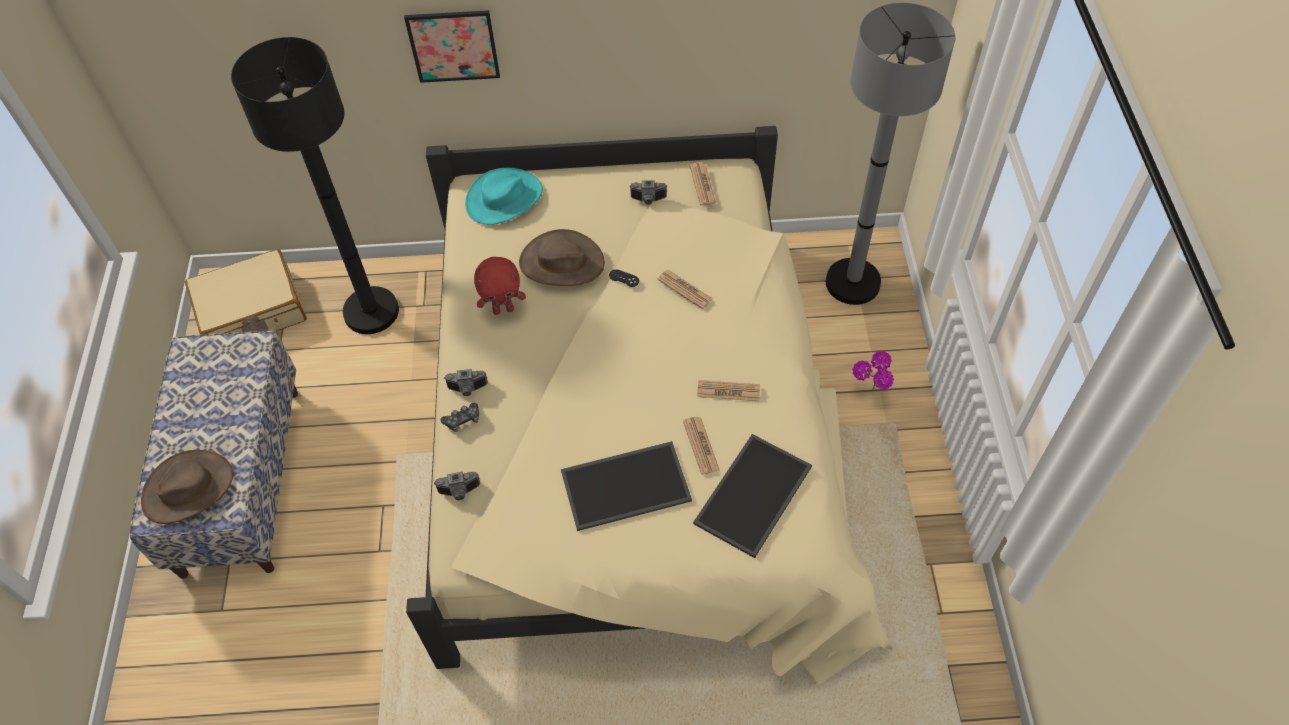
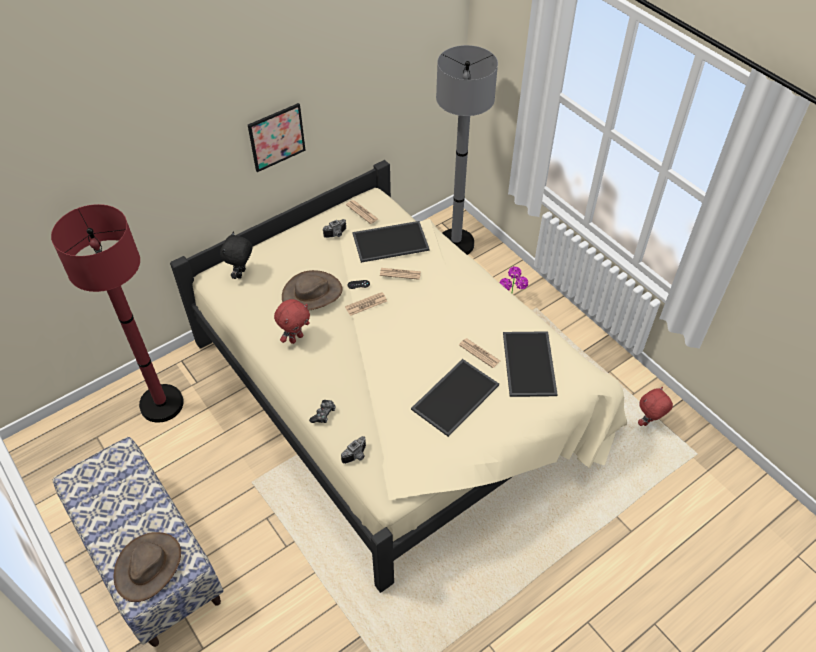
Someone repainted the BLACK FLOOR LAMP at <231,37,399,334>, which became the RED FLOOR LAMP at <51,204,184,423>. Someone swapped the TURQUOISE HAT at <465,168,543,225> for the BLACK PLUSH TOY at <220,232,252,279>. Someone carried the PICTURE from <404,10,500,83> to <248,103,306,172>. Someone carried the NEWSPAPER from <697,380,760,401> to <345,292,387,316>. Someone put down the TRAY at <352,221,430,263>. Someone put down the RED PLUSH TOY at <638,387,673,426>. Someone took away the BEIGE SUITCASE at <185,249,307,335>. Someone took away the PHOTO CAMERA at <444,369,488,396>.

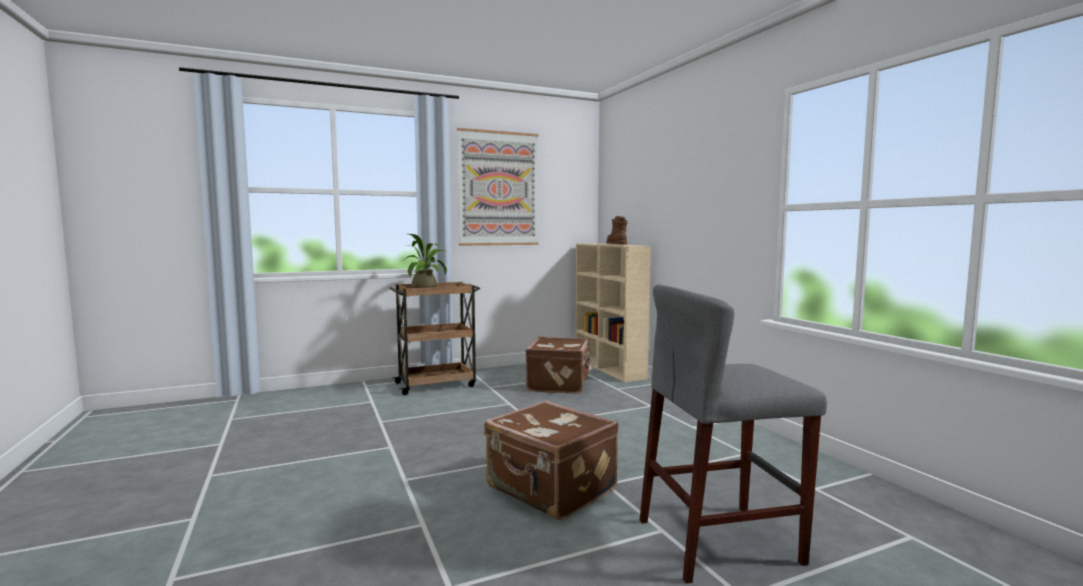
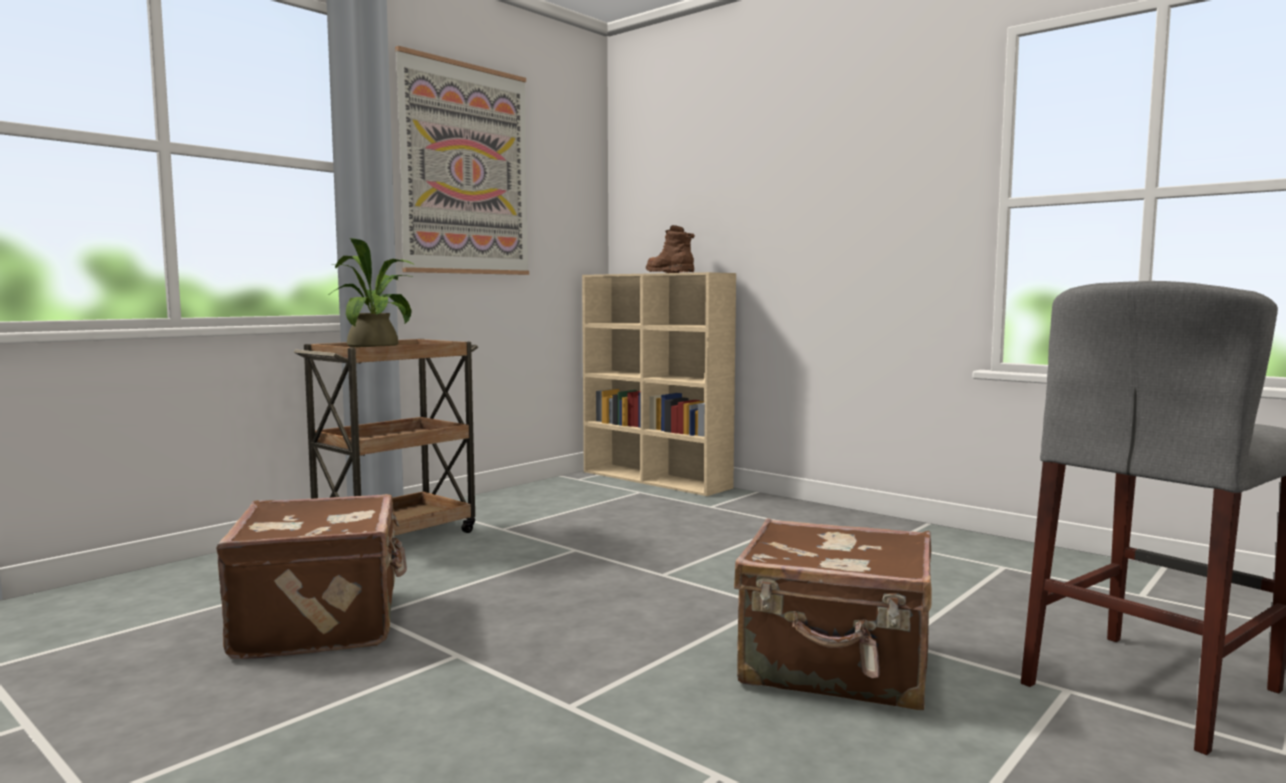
Someone carried the BROWN SUITCASE from <526,336,593,394> to <216,494,407,659>.

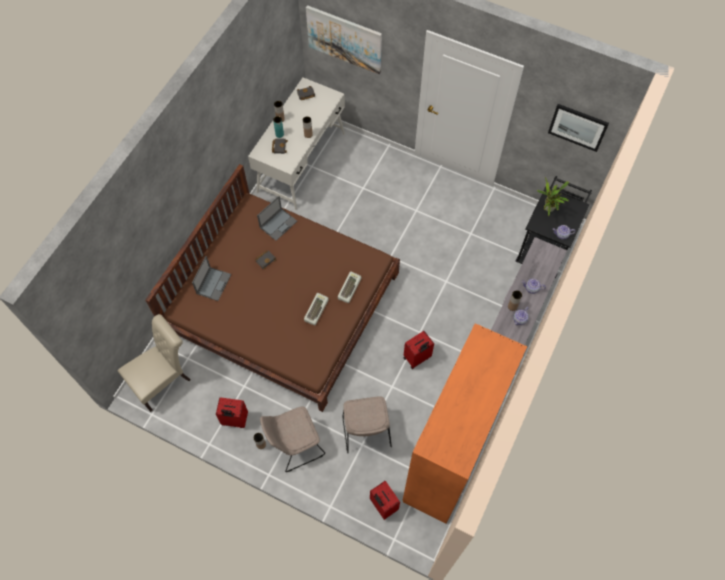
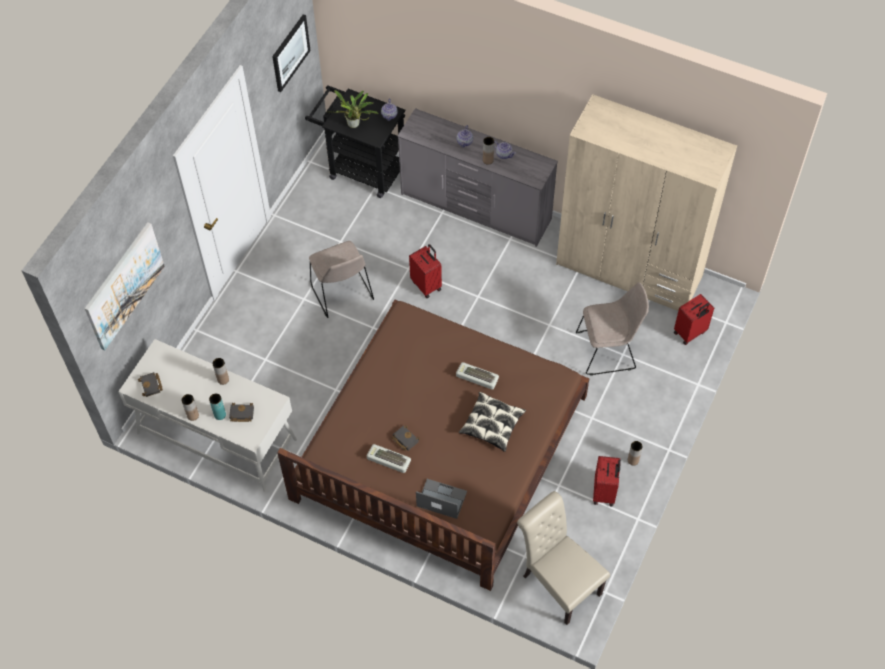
Someone carried the BEIGE CHAIR from <260,406,325,472> to <309,241,374,318>. Someone carried the KEYBOARD from <338,271,361,303> to <367,444,411,473>. Someone carried the RED SUITCASE from <403,331,434,369> to <409,244,442,298>. Someone put down the PILLOW at <459,392,526,452>. Someone repainted the ORANGE WARDROBE at <403,324,527,524>, which became the BEIGE WARDROBE at <556,94,738,311>. Someone took away the LAPTOP at <257,196,297,241>.

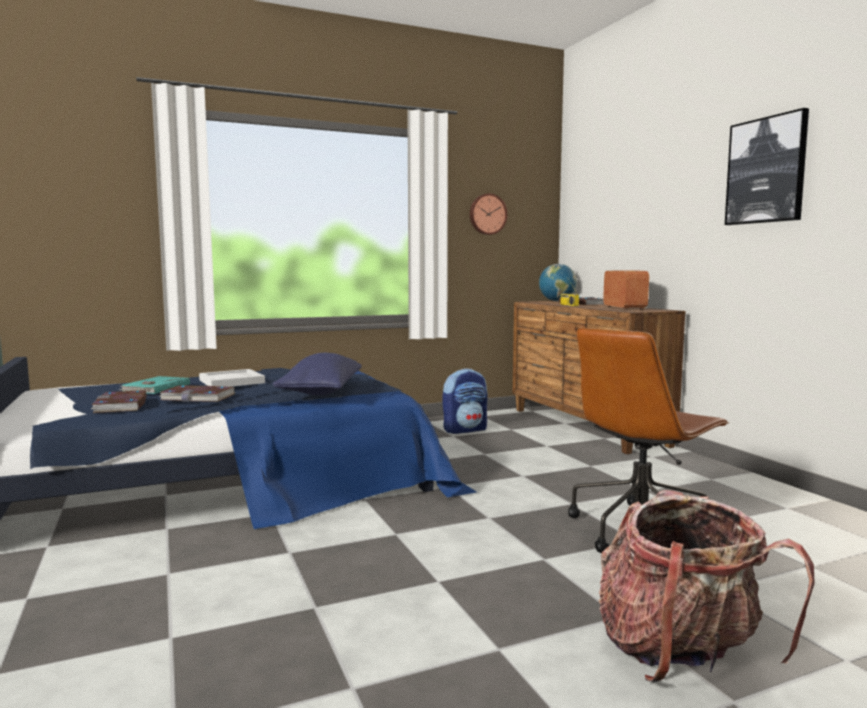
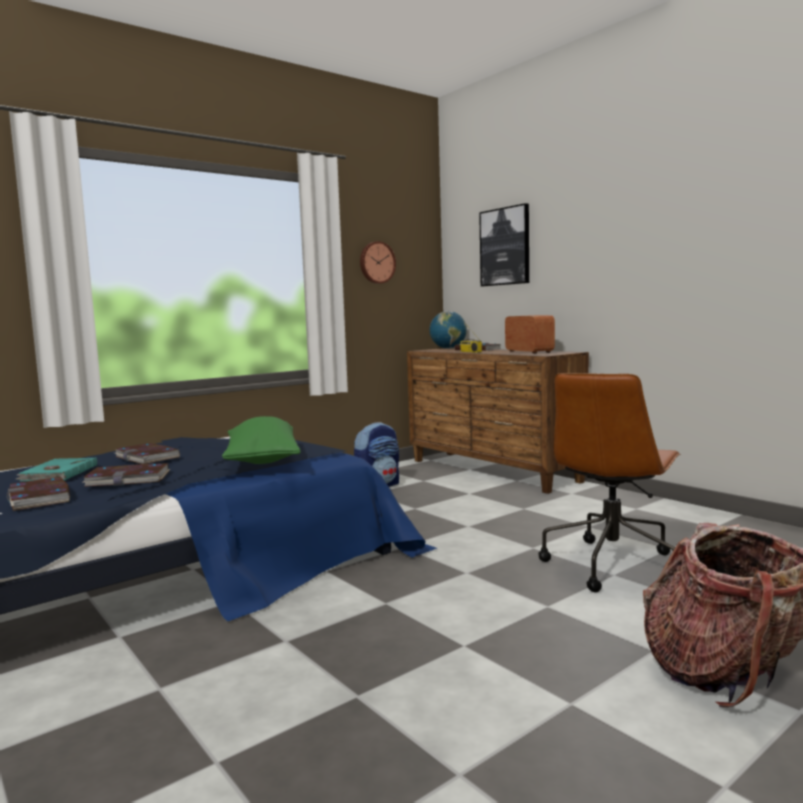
Someone swapped the WHITE TRAY at <199,369,265,387> for the BOOK at <115,443,180,464>. Someone repainted the BLUE PILLOW at <273,353,362,395>, which became the GREEN PILLOW at <222,416,300,464>. Someone carried the PICTURE from <725,108,809,225> to <479,203,529,286>.

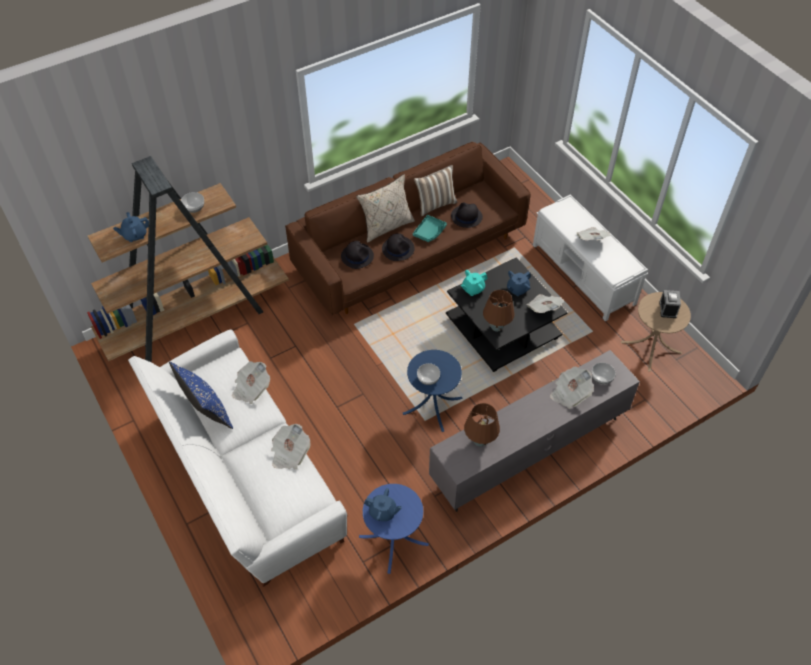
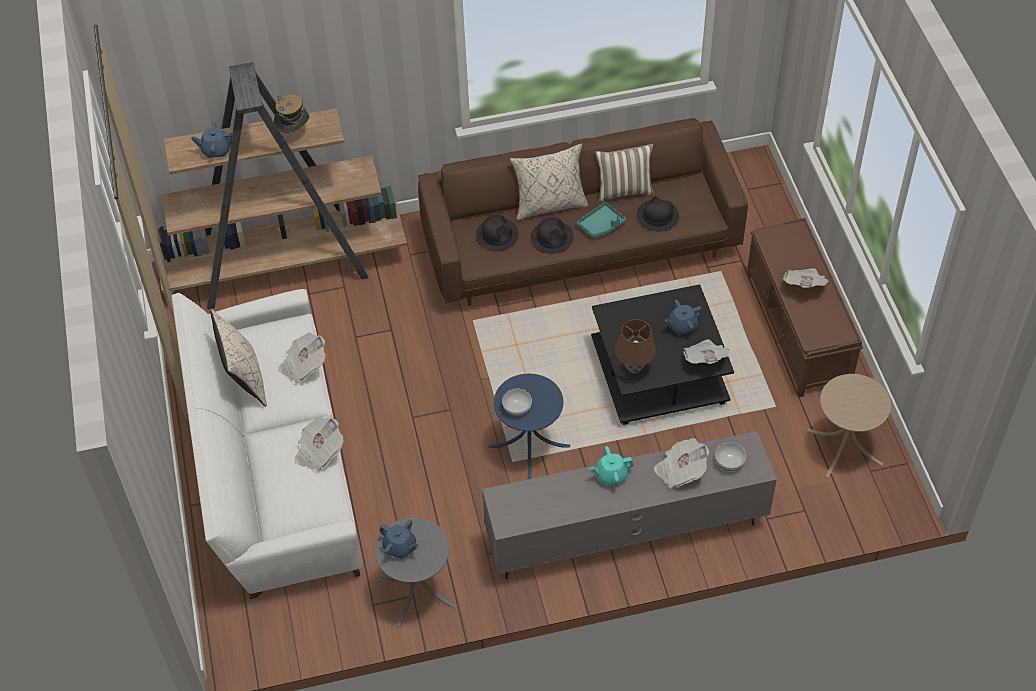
Someone repainted the BLUE PILLOW at <169,362,233,429>, which became the BEIGE PILLOW at <210,309,267,407>. Someone swapped the BOWL at <181,192,204,213> for the HAT at <274,94,310,133>. Someone repainted the BLUE SIDE TABLE at <359,484,429,574>, which became the GREY SIDE TABLE at <375,517,457,627>. Someone carried the TURQUOISE TEAPOT from <461,270,487,296> to <589,446,634,485>. Someone repainted the WHITE BENCH at <533,194,648,321>, which became the BROWN BENCH at <747,218,863,398>. Someone took away the BROWN TABLE LAMP at <464,403,500,447>. Someone took away the ALARM CLOCK at <659,290,681,318>.

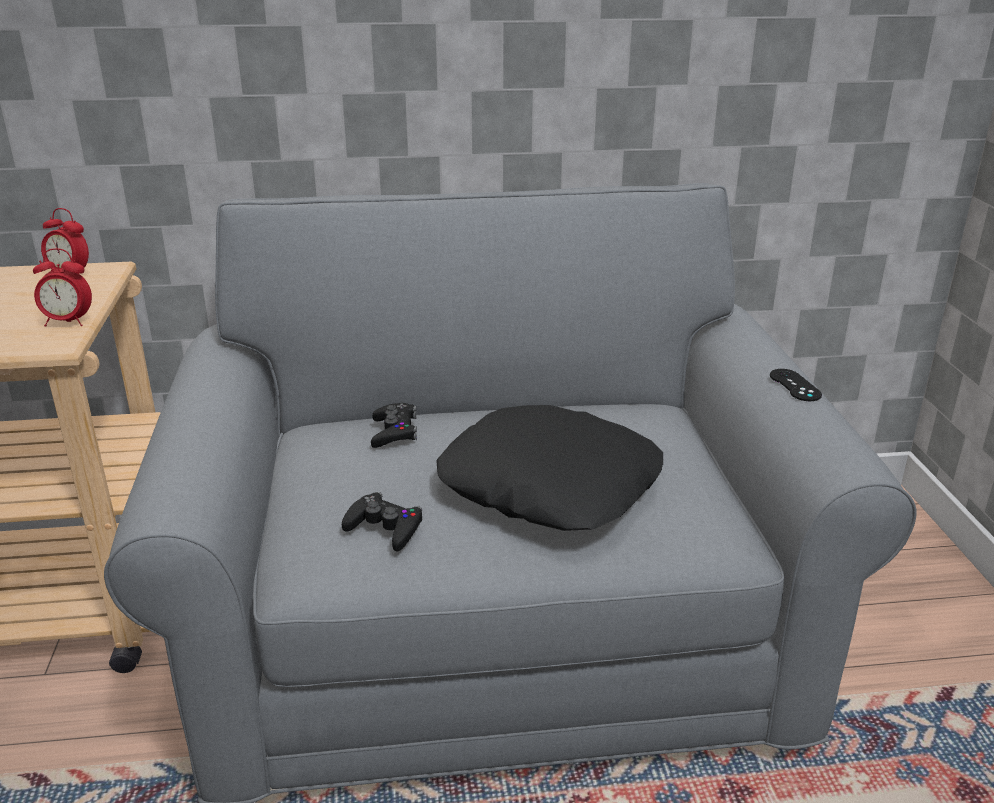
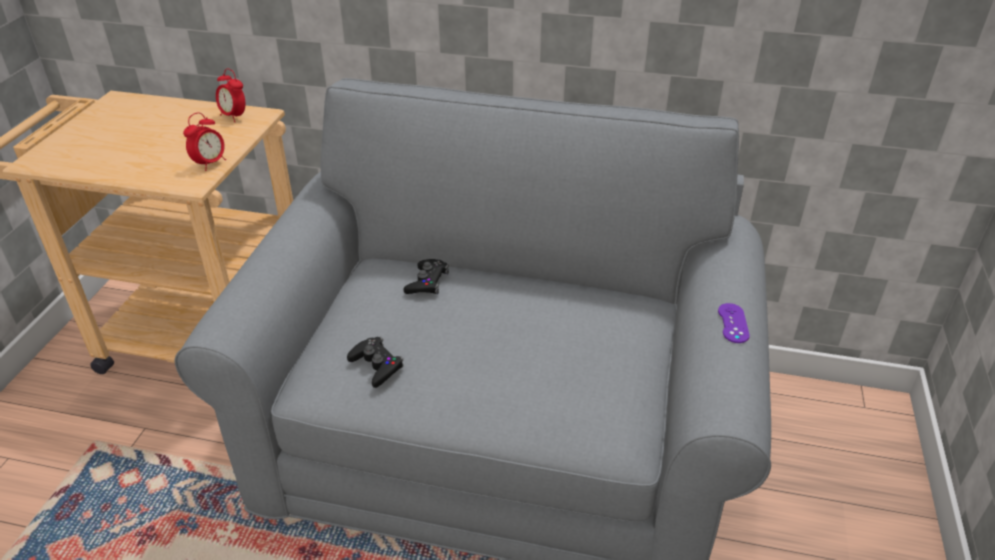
Someone rotated the ALARM CLOCK at <33,248,92,327> by 75 degrees counterclockwise. Someone repainted the BLACK GAME CONTROLLER at <770,369,822,401>, which became the PURPLE GAME CONTROLLER at <718,303,750,343>. Someone took away the BLACK PILLOW at <436,405,663,531>.

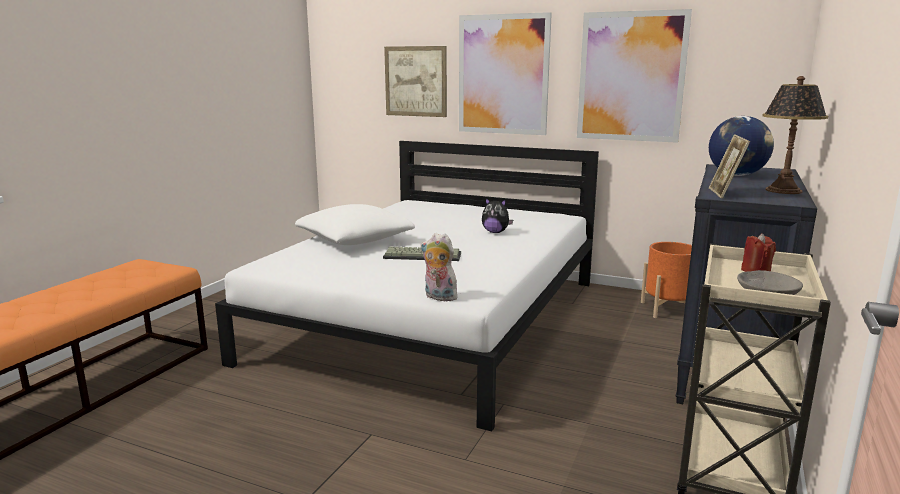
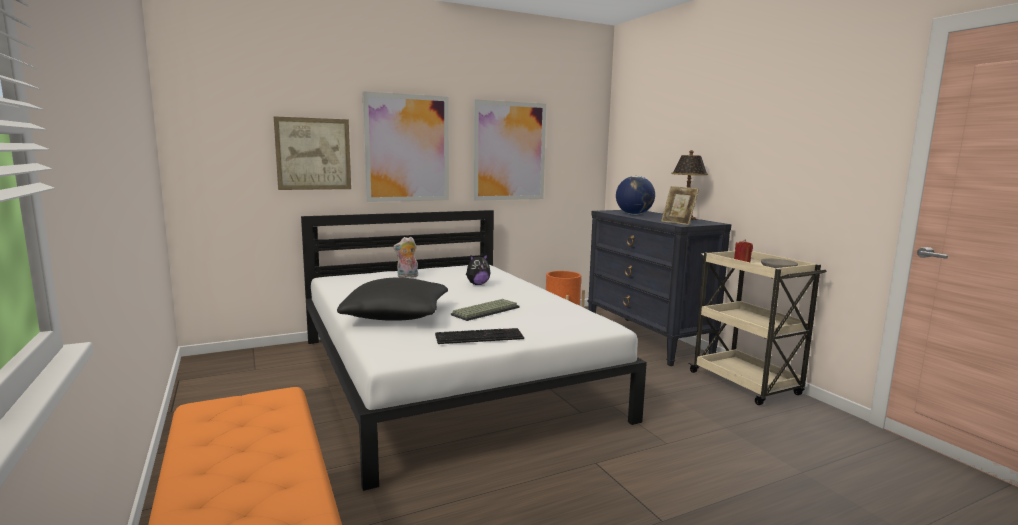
Someone repainted the WHITE PILLOW at <295,204,415,245>, which became the BLACK PILLOW at <337,277,448,321>. Someone carried the PLUSH TOY from <421,233,458,301> to <393,237,418,278>. Someone put down the KEYBOARD at <435,328,524,344>.

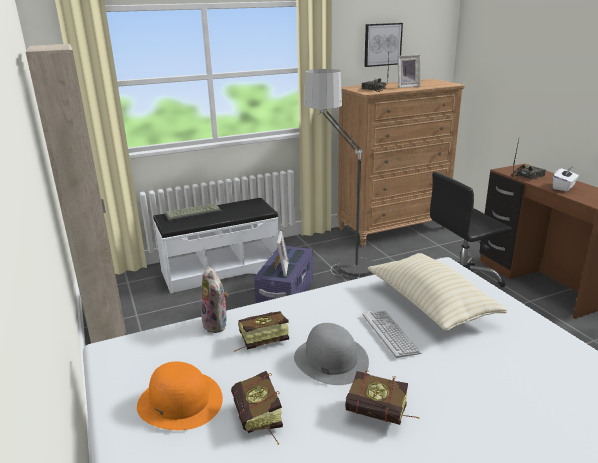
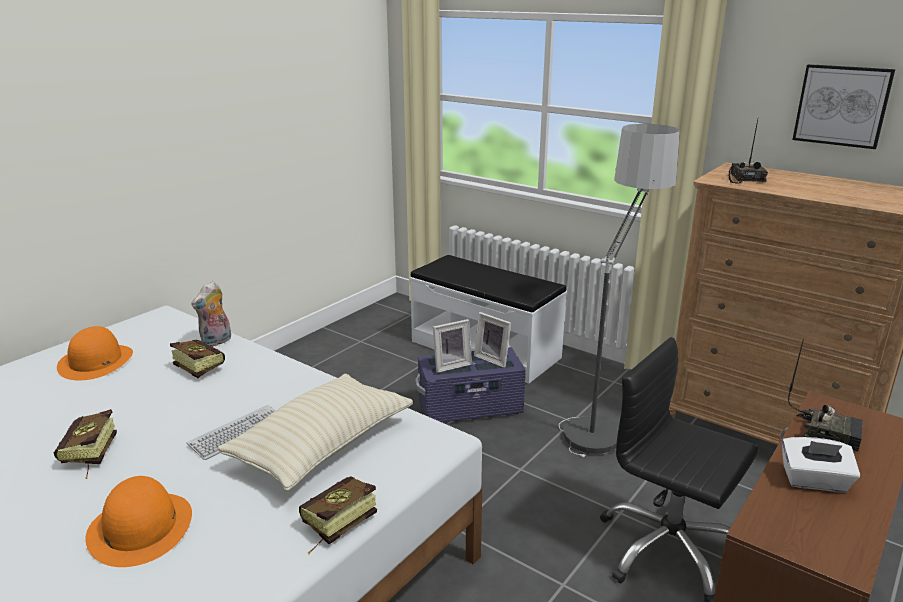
Someone put down the ORANGE HAT at <86,476,192,567>. Someone carried the BOOK from <231,371,283,445> to <299,476,377,554>. Someone carried the PICTURE FRAME from <398,55,420,88> to <474,312,511,368>. Someone took away the BEIGE WARDROBE at <26,44,126,343>. Someone took away the KEYBOARD at <165,203,222,222>. Someone took away the GREY HAT at <294,323,369,385>.

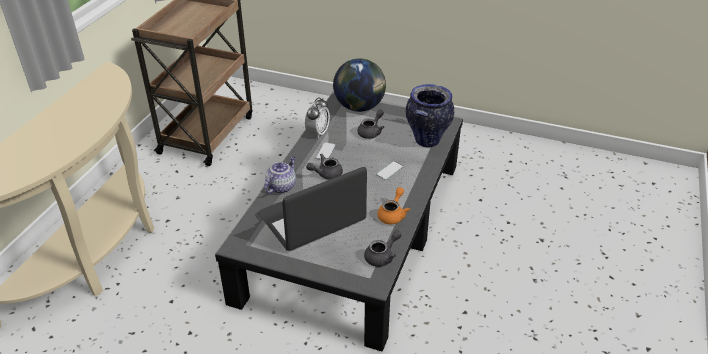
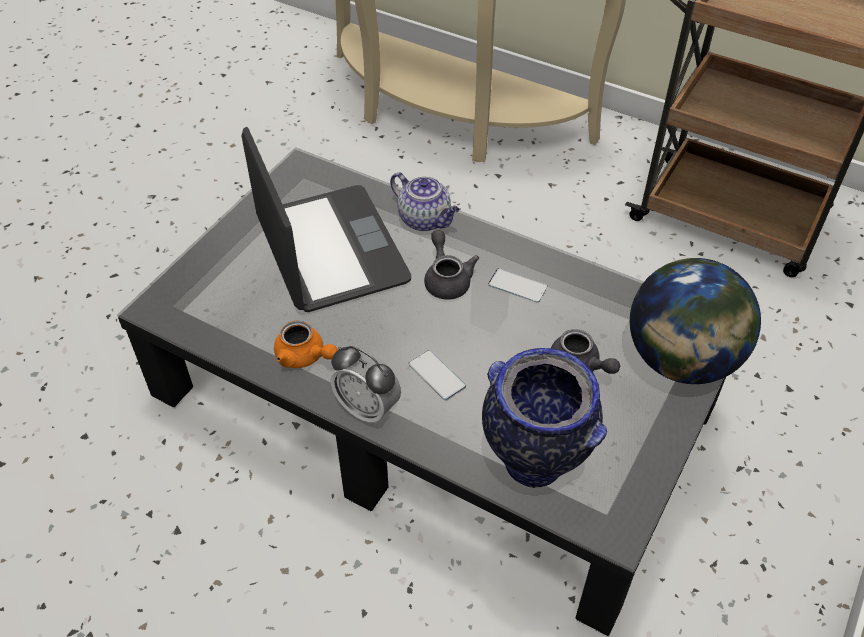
Someone carried the ALARM CLOCK from <305,97,330,139> to <330,346,401,426>. Someone took away the GREY TEAPOT at <364,230,402,267>.

